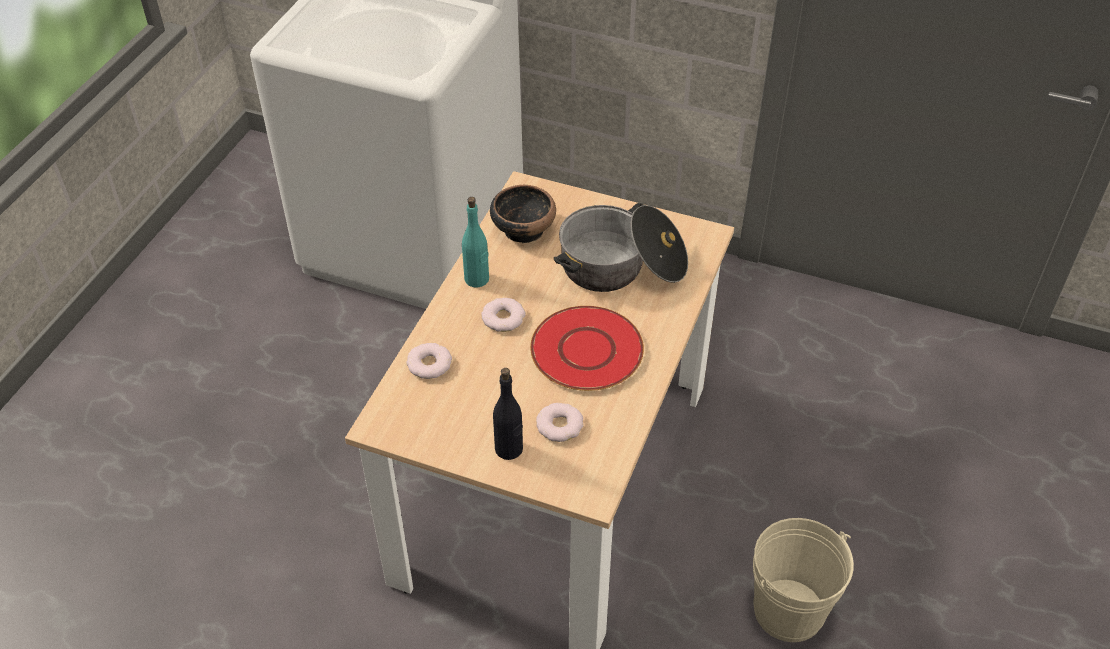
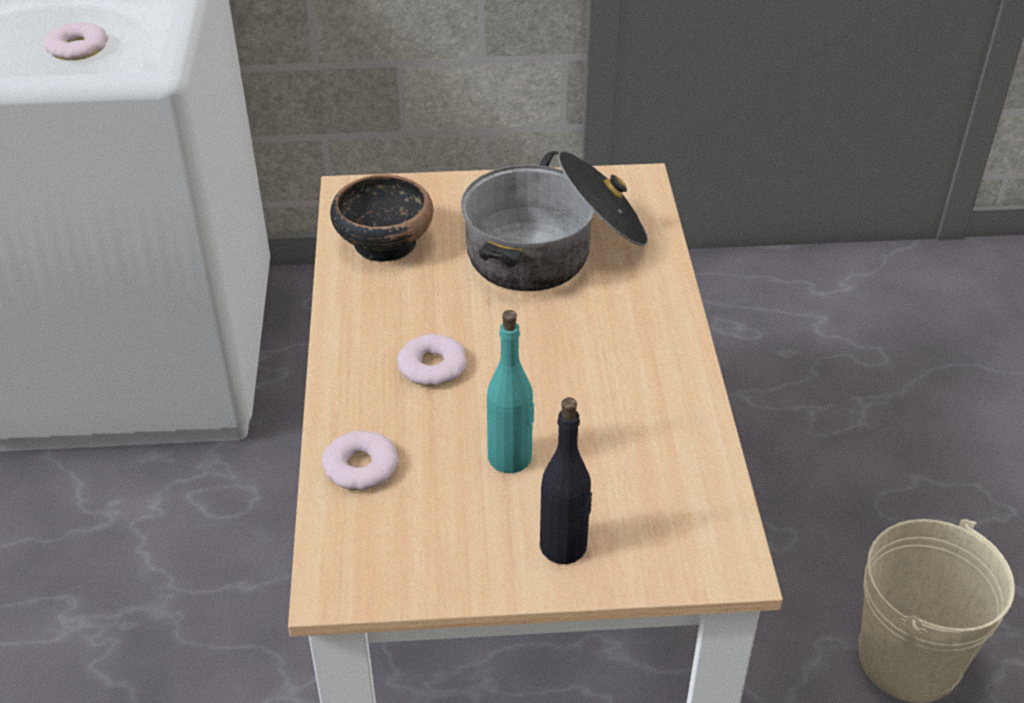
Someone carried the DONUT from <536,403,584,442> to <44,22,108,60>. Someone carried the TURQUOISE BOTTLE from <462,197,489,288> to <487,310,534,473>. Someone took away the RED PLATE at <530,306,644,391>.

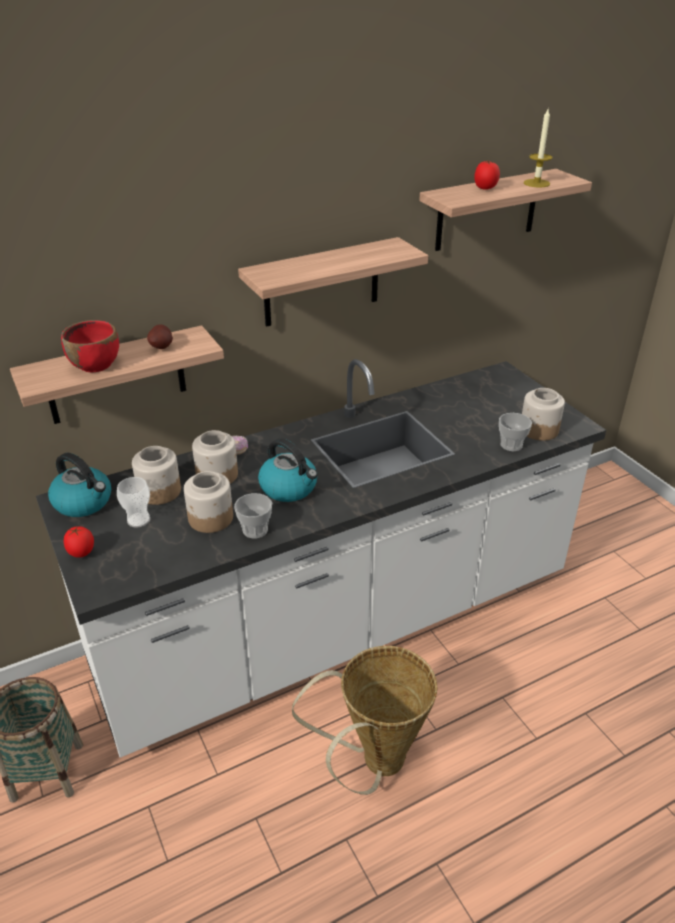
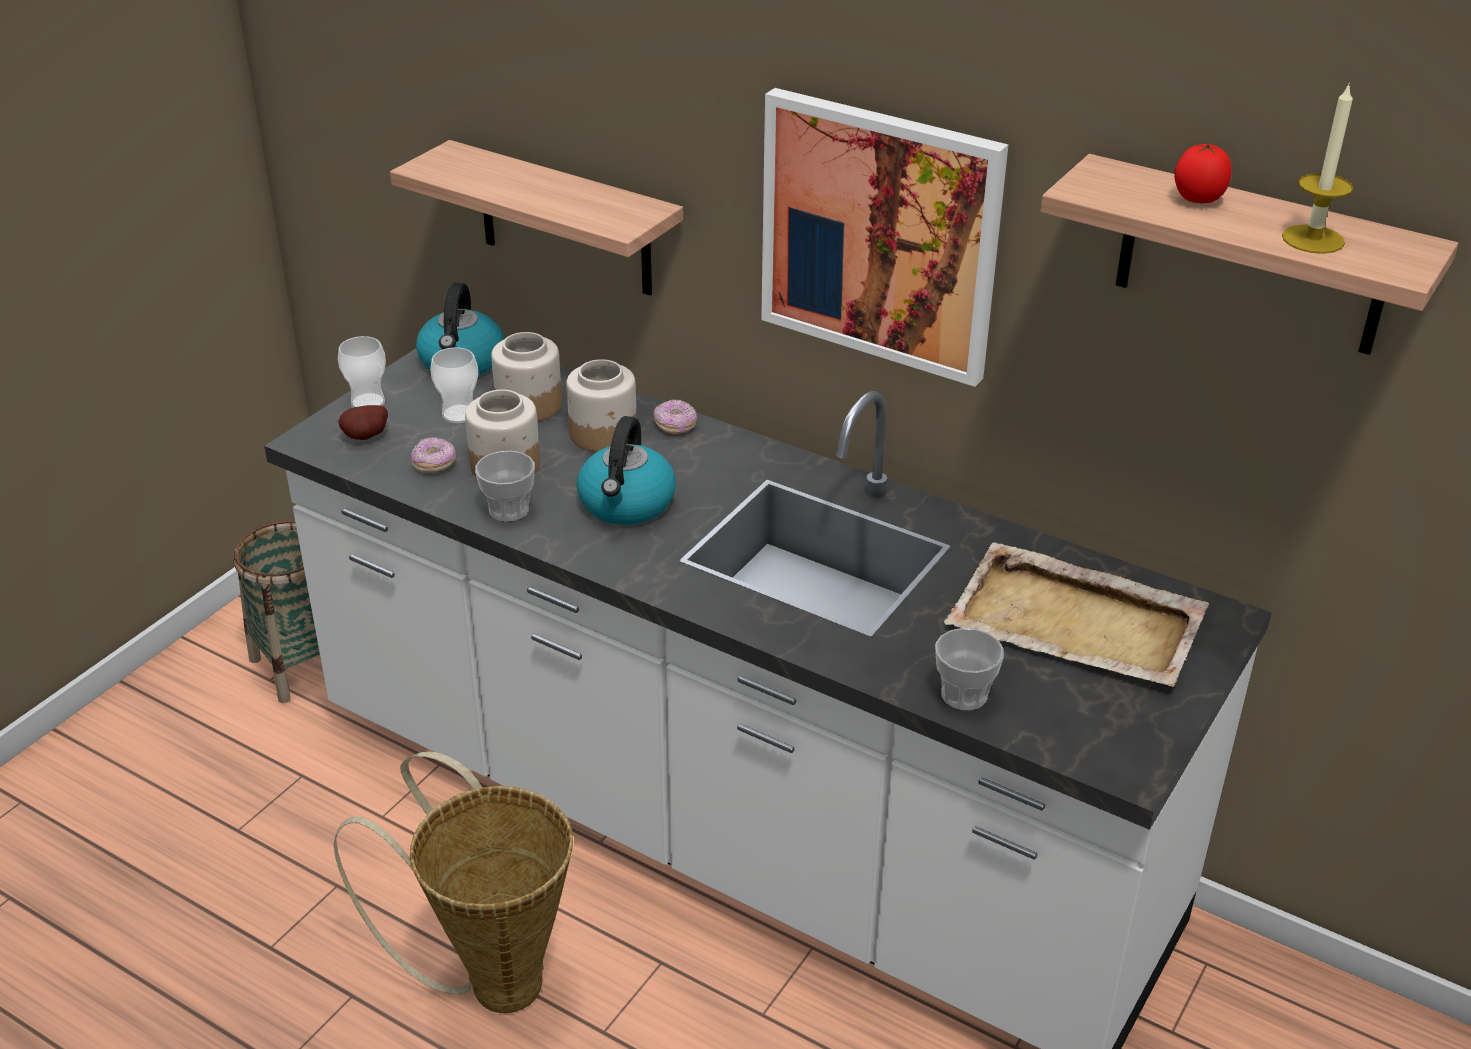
Someone swapped the TOMATO at <64,526,94,558> for the CUP at <338,336,386,408>. Someone carried the POTATO from <147,324,173,349> to <338,405,388,440>. Someone put down the DONUT at <411,437,456,473>. Someone swapped the SHELF at <238,237,428,327> for the PICTURE at <761,88,1008,387>. Someone put down the BEIGE TRAY at <944,542,1209,687>. Someone took away the RED BOWL at <61,320,119,372>. Someone took away the JAR at <522,388,565,441>.

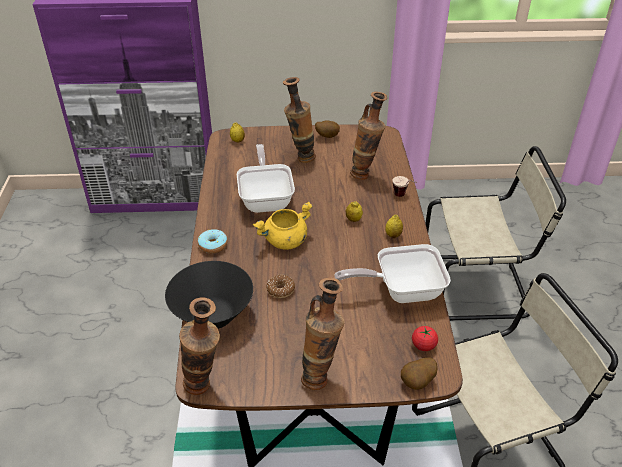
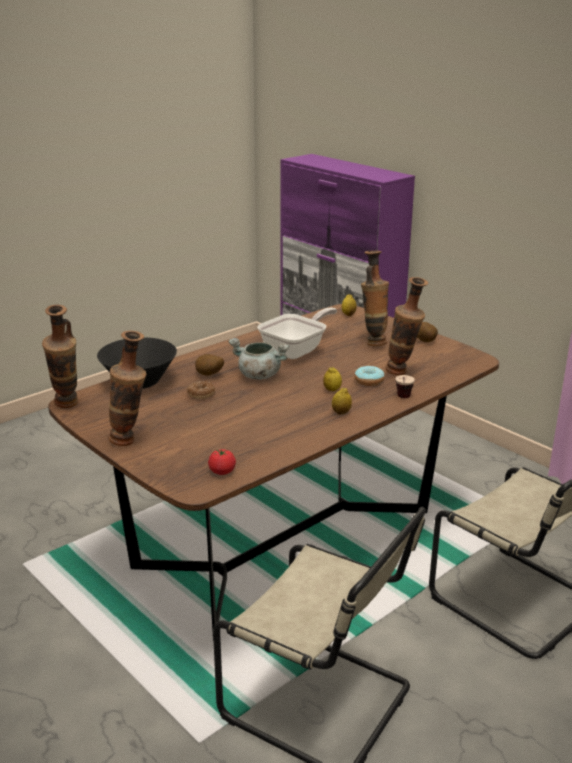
Someone carried the POTATO from <401,358,438,390> to <195,354,224,376>. Someone repainted the YELLOW COOKING POT at <253,201,312,250>, which became the GREY COOKING POT at <228,338,290,380>. Someone carried the DONUT from <198,229,228,253> to <354,366,384,386>. Someone took away the FRYING PAN at <334,244,451,303>.

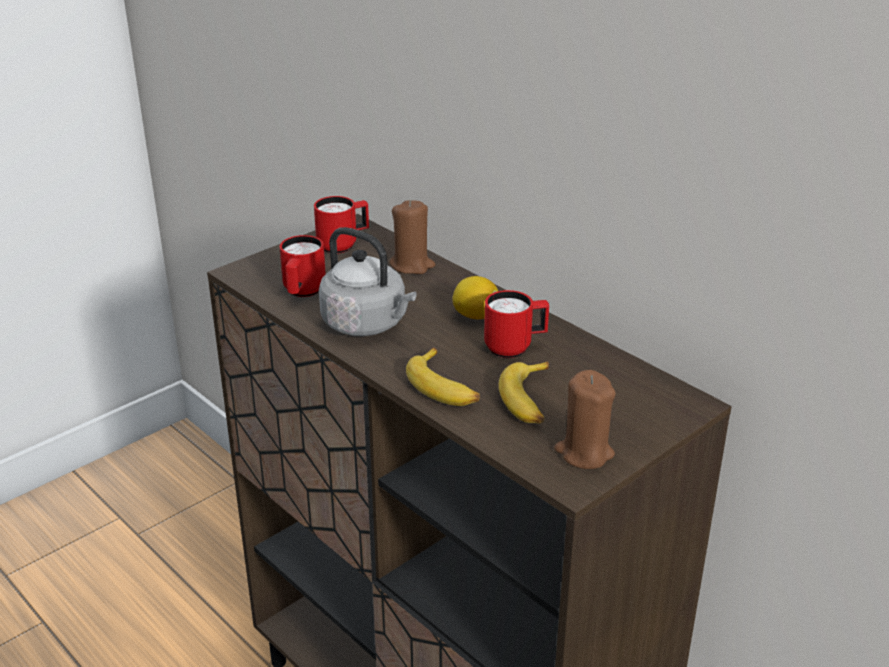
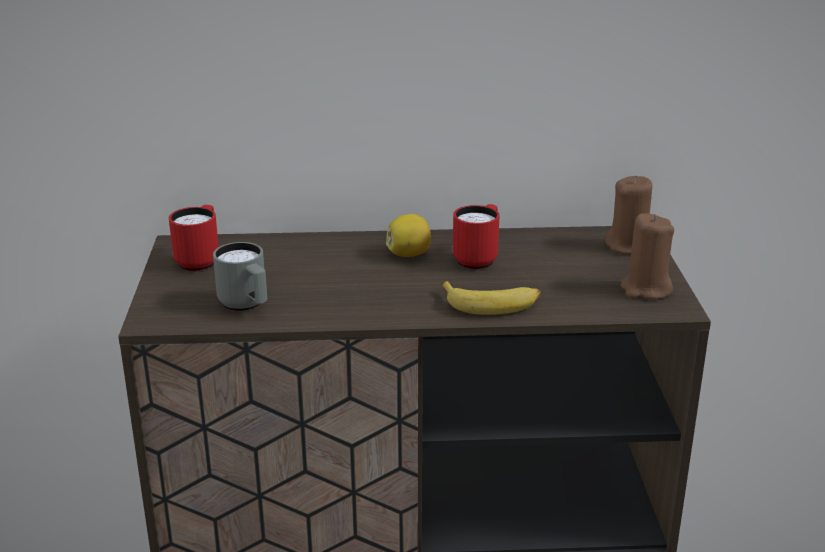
Someone repainted the RED MUG at <280,235,326,297>, which became the GREY MUG at <213,242,267,311>. Someone carried the BROWN CANDLE from <389,200,435,274> to <605,175,652,254>. Someone took away the GREY KETTLE at <319,227,416,336>. Someone took away the BANANA at <499,361,549,424>.

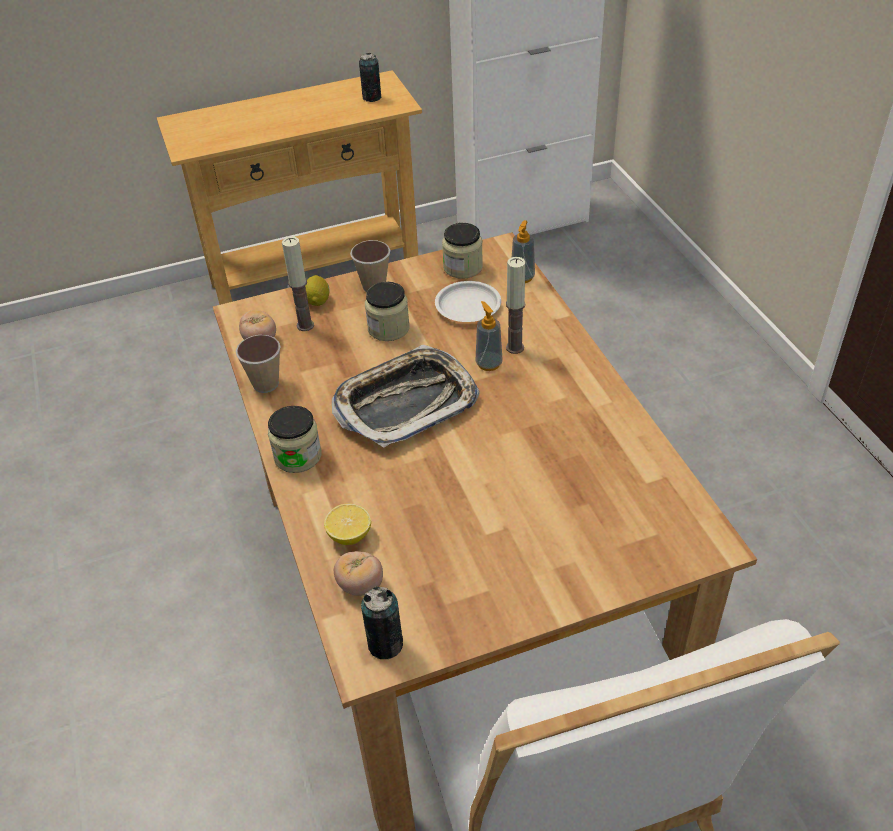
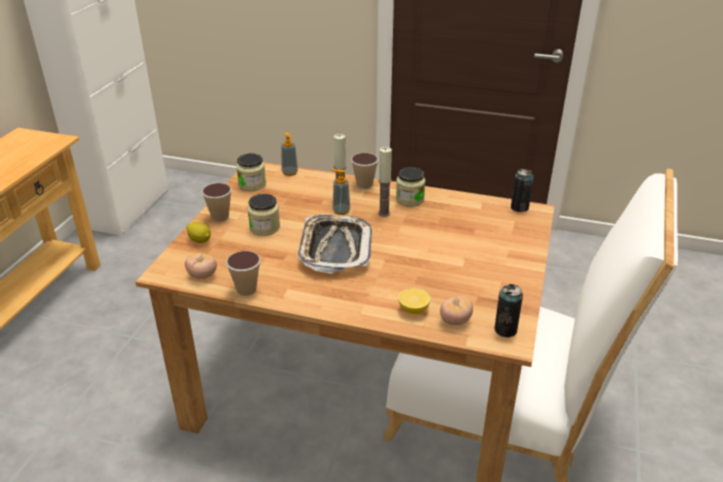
Someone put down the CUP at <351,153,378,189>. Someone carried the CANDLE from <282,237,314,331> to <378,147,392,217>. Someone carried the JAR from <268,406,321,473> to <396,167,425,207>. Someone carried the CAN from <359,53,381,102> to <511,169,534,212>. Someone took away the WHITE PLATE at <435,281,501,322>.

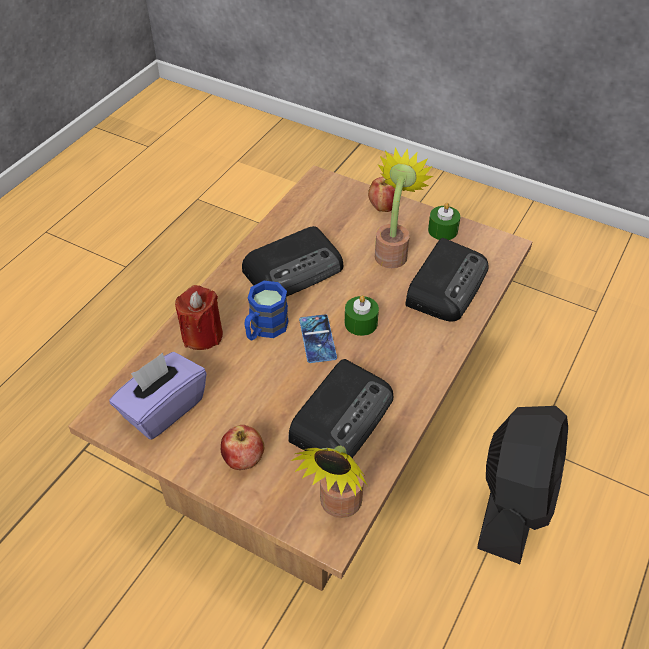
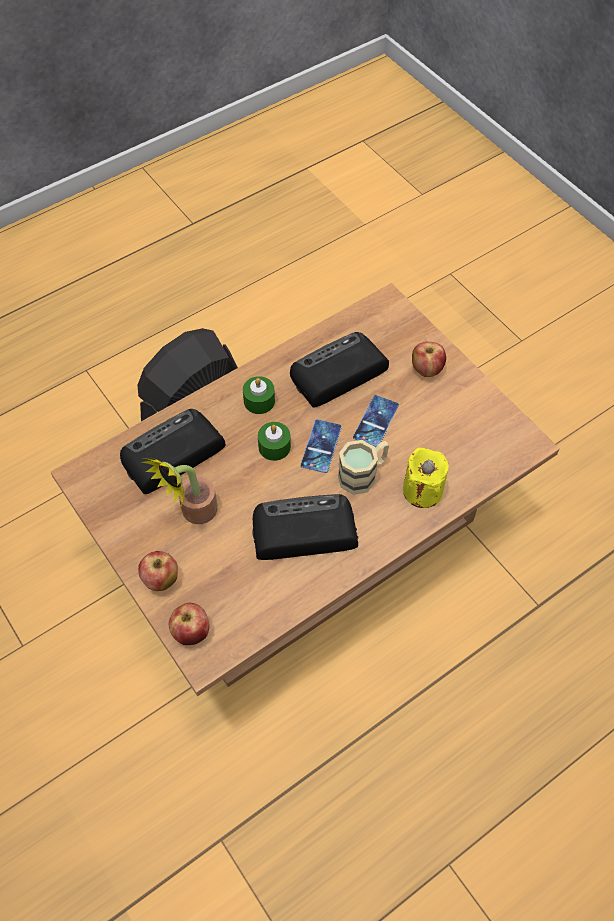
Someone put down the APPLE at <169,603,210,645>. Someone carried the GREEN CANDLE from <428,202,460,240> to <243,376,275,414>. Someone repainted the BLUE MUG at <244,281,289,340>, which became the BEIGE MUG at <338,440,389,495>. Someone put down the PHONE at <353,395,399,447>. Someone repainted the RED CANDLE at <175,285,223,350>, which became the YELLOW CANDLE at <403,447,449,508>. Someone took away the PURPLE TISSUE BOX at <109,352,207,440>. Someone took away the POTTED PLANT at <291,446,368,518>.

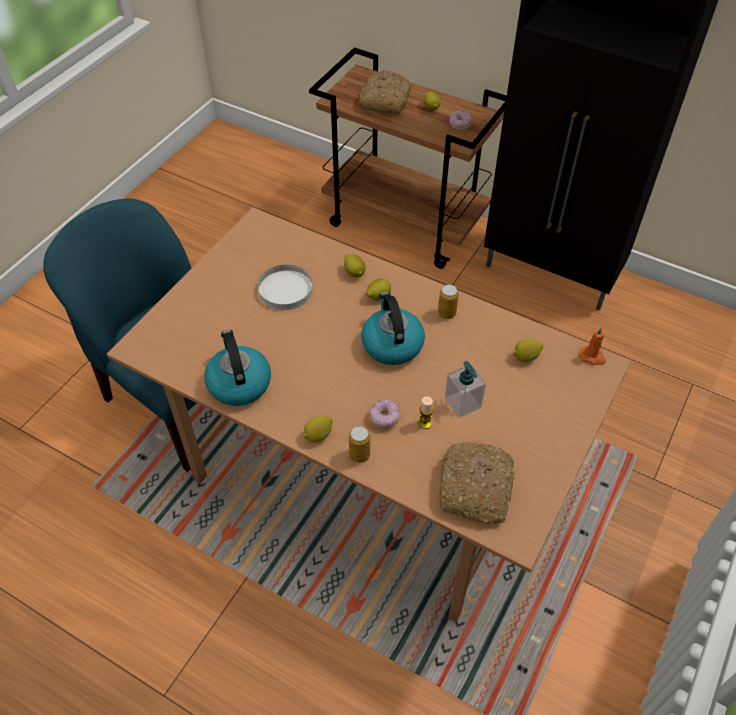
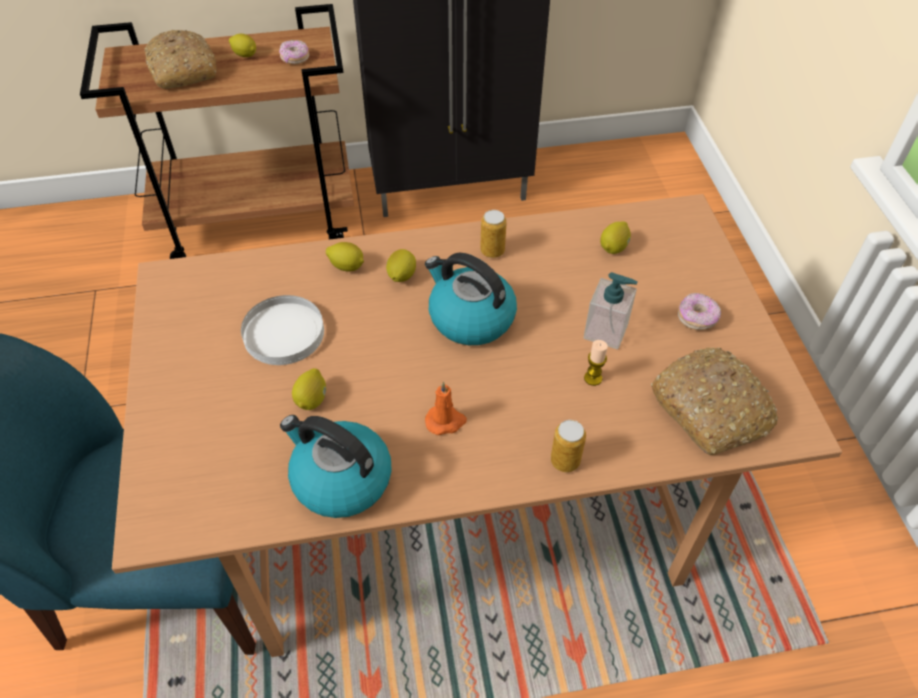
Someone carried the LEMON from <304,416,333,442> to <292,368,326,410>. Someone carried the ORANGE CANDLE from <578,327,606,365> to <425,381,467,435>. Someone carried the DONUT from <369,399,401,428> to <678,293,721,330>.

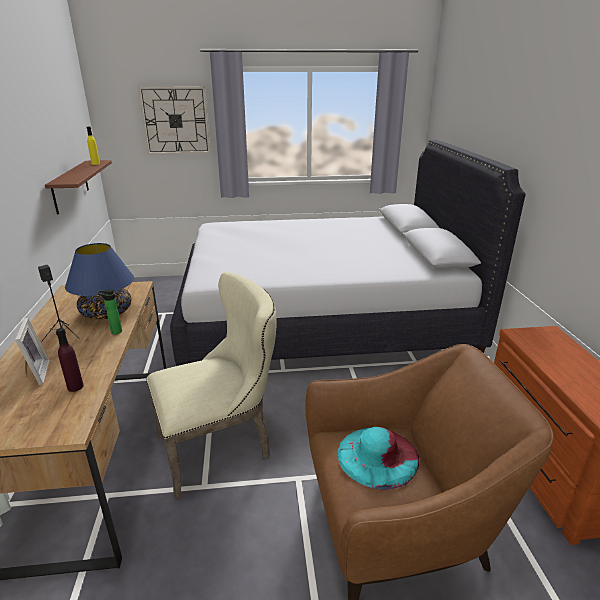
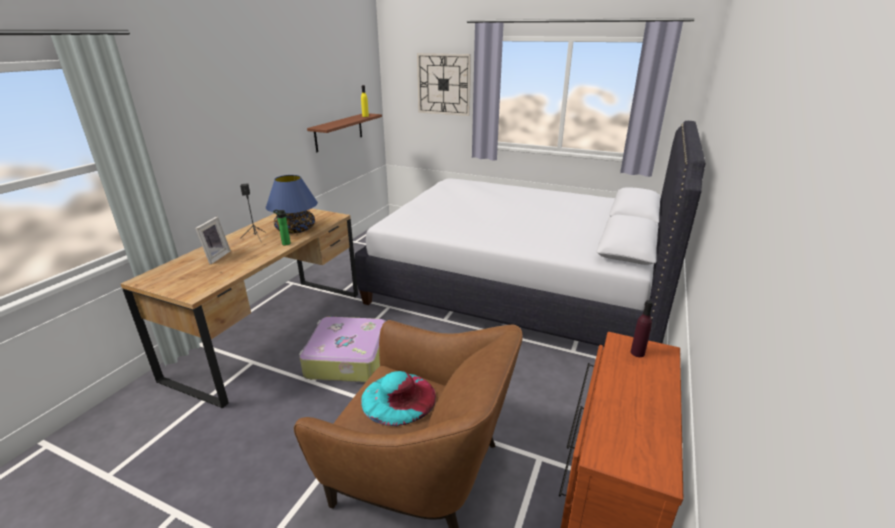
Someone swapped the BEIGE CHAIR at <146,272,277,499> for the SUITCASE at <299,317,386,382>. Someone carried the PURPLE BOTTLE from <56,328,84,392> to <631,300,653,357>.

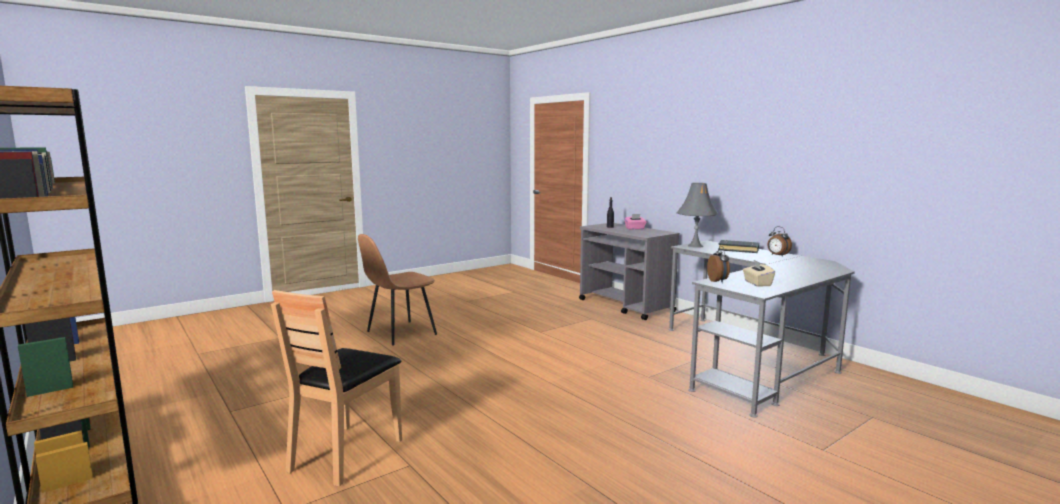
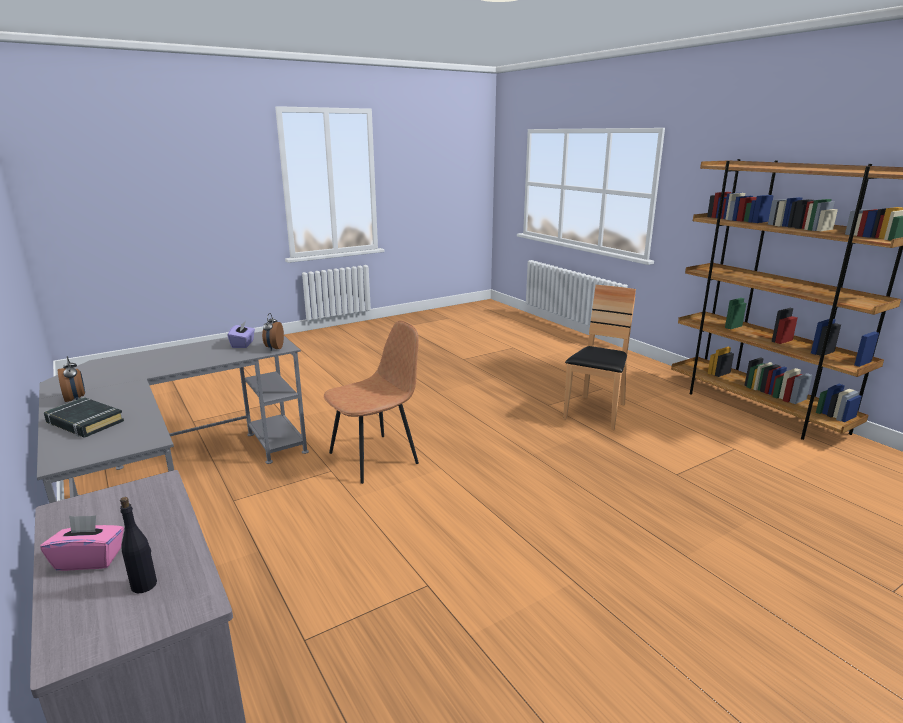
Someone repainted the BEIGE TISSUE BOX at <743,260,775,287>, which became the PURPLE TISSUE BOX at <227,321,255,348>. Someone carried the BROWN CHAIR from <358,234,437,346> to <324,321,419,484>. Someone took away the GREY TABLE LAMP at <677,183,718,248>.

